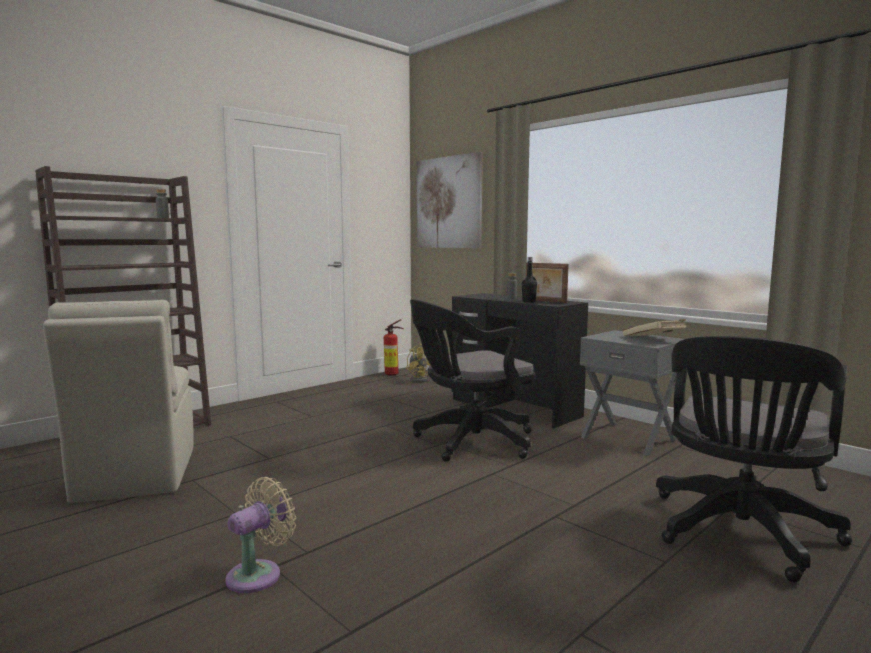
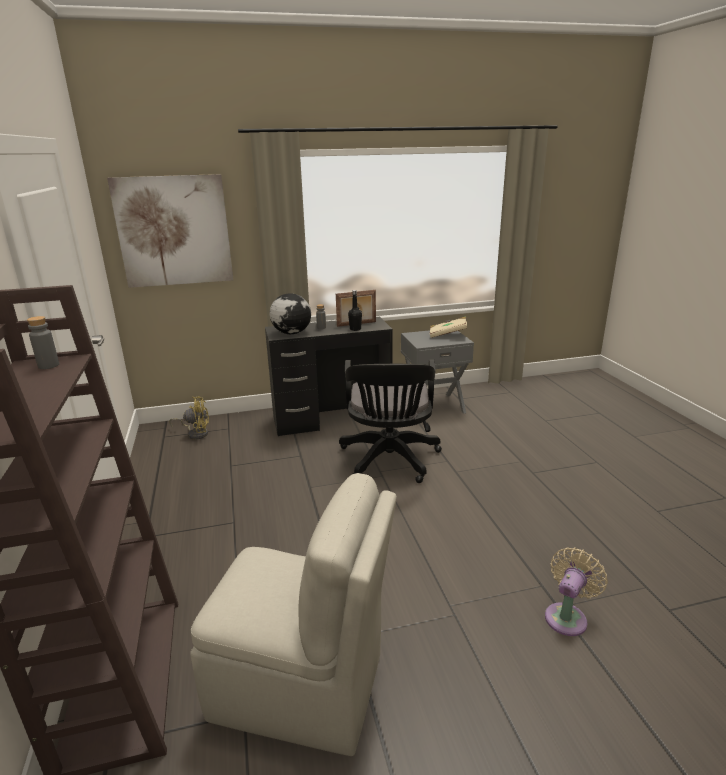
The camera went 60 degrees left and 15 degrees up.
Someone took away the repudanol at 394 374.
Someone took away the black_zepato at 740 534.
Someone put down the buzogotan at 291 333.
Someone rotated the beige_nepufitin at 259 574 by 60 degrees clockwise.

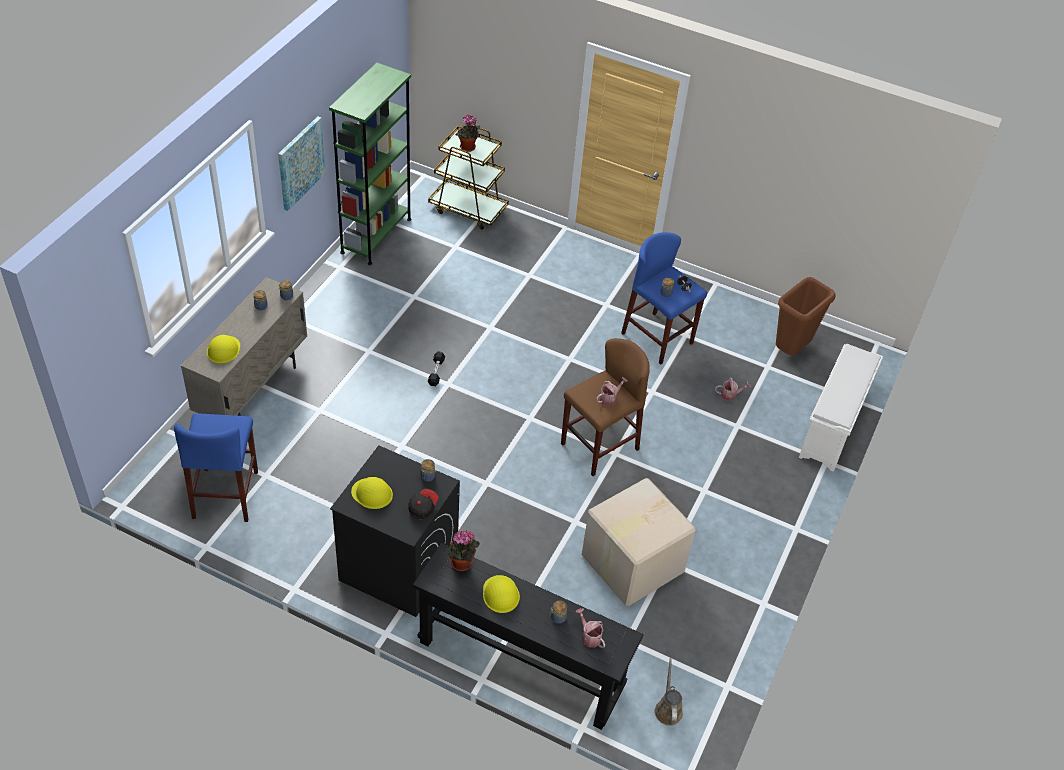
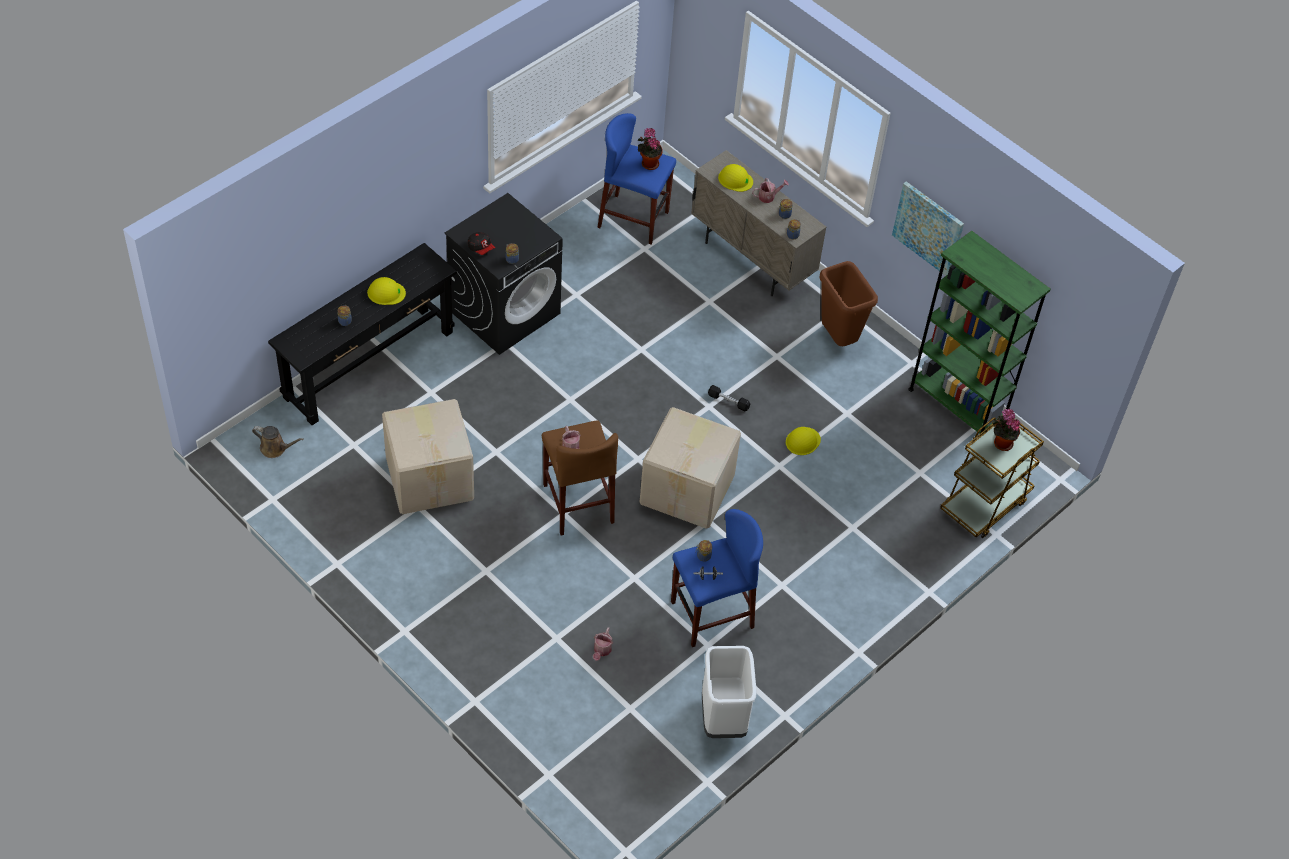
The camera went 110 degrees right and 5 degrees up.
Someone took away the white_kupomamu at 832 429.
Someone put down the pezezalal at 688 489.
Someone put down the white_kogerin at 723 718.
Someone carried the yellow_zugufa from 372 493 to 802 441.
Someone carried the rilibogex from 460 565 to 648 163.
Someone carried the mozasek from 589 636 to 768 196.
Someone carried the brown_kogerin from 790 350 to 839 338.

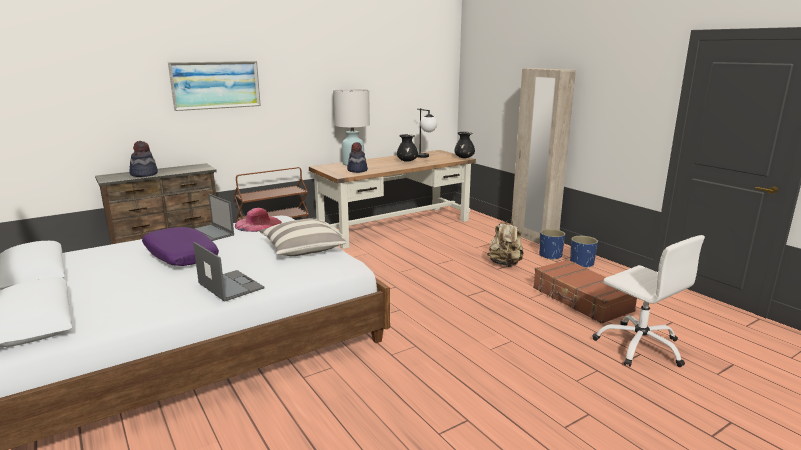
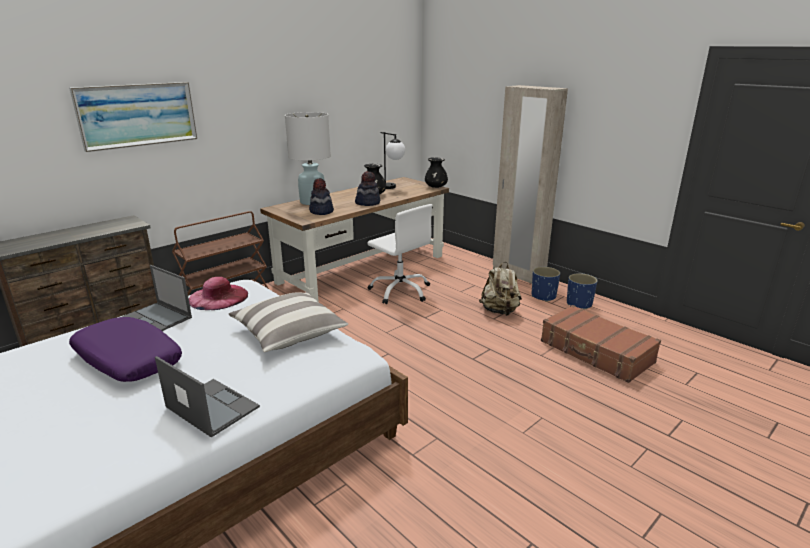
The camera went 10 degrees left and 5 degrees up.
Someone carried the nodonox from 144 174 to 368 203.
Someone carried the white_zepato from 639 346 to 400 291.

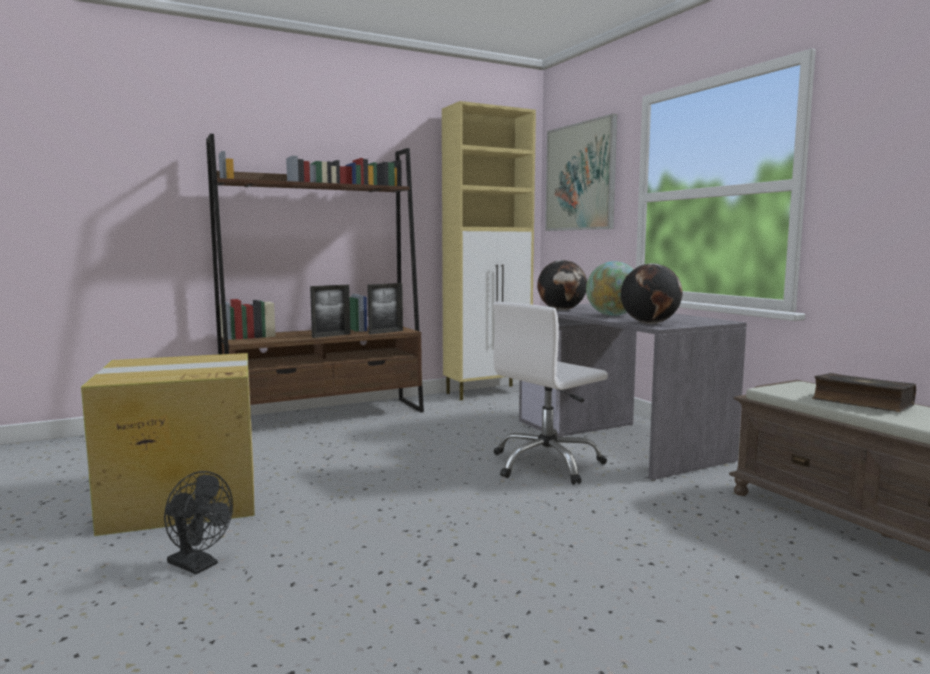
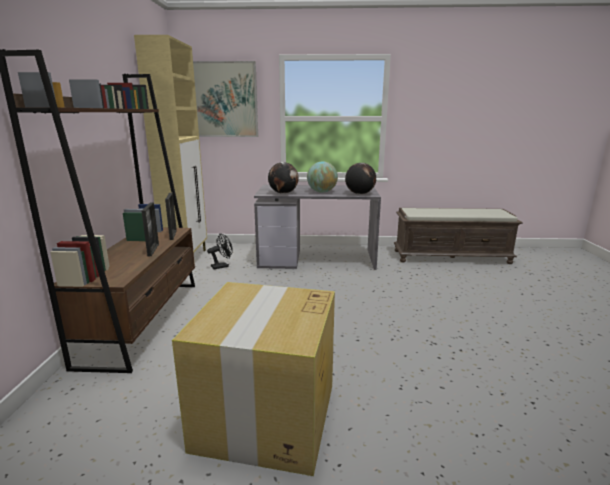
The camera went 60 degrees left and 10 degrees up.
Someone took away the white_zepato at 547 464.
Someone took away the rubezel at 861 402.
Someone carried the black_nepufitin from 198 565 to 222 266.

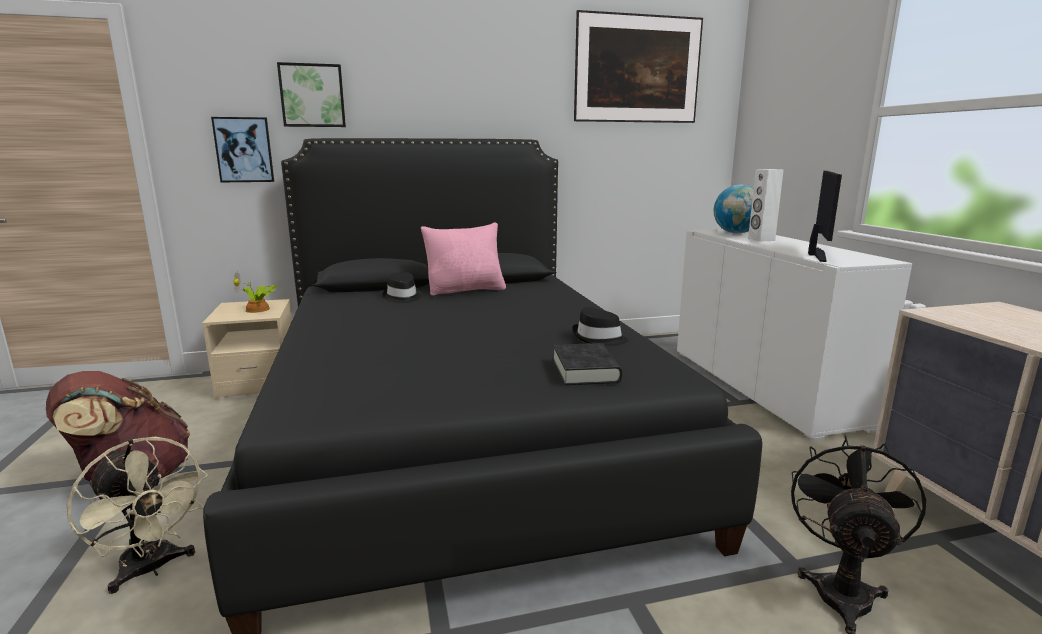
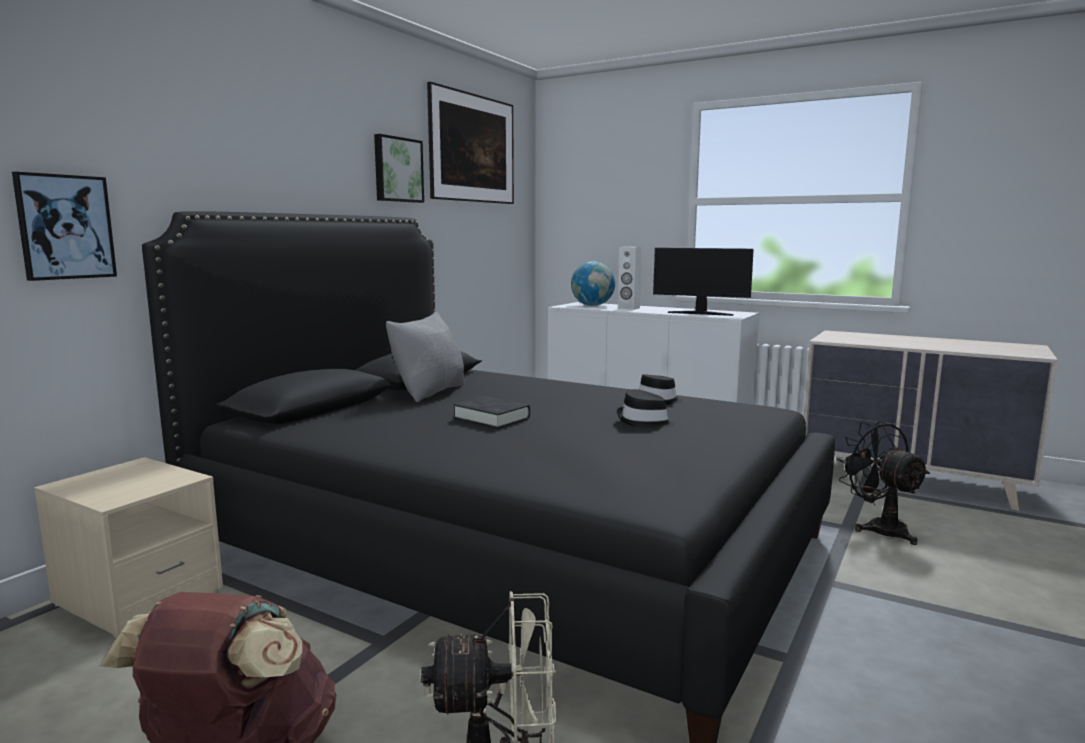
The camera went 45 degrees left and 5 degrees down.
Someone took away the rilibogex at 259 309.
Someone carried the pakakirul from 312 96 to 397 170.
Someone carried the black_nodonox from 402 297 to 644 422.
Someone carried the black_rubezel from 585 370 to 491 418.
Someone repainted the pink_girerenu at 466 290, which became the grey_girerenu at 430 392.
Someone rotated the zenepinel at 816 254 by 135 degrees clockwise.

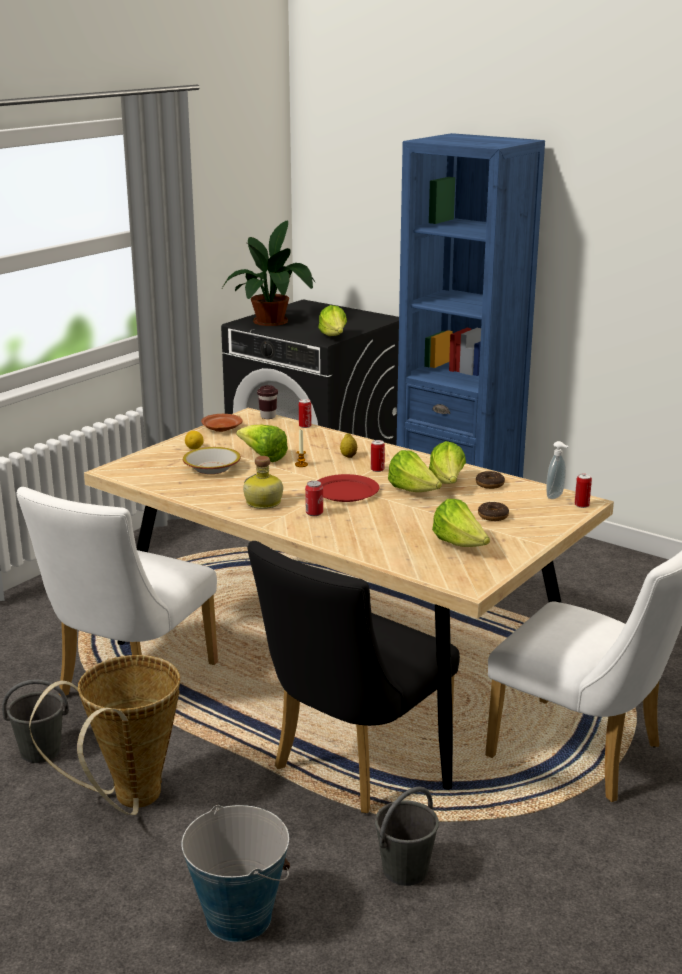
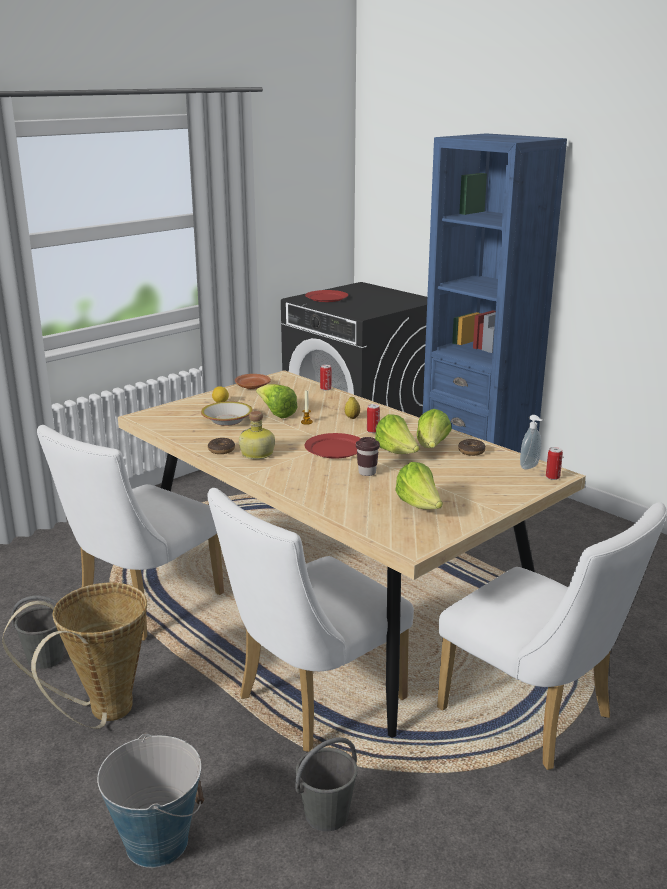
The camera went 10 degrees right and 0 degrees up.
Someone took away the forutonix at 314 513.
Someone took away the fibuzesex at 334 337.
Someone carried the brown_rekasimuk from 268 417 to 367 472.
Someone carried the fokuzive from 493 516 to 221 450.
Someone swapped the rilibogex at 273 321 for the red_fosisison at 326 298.
Someone repainted the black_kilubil at 352 765, which became the white_kilubil at 311 702.

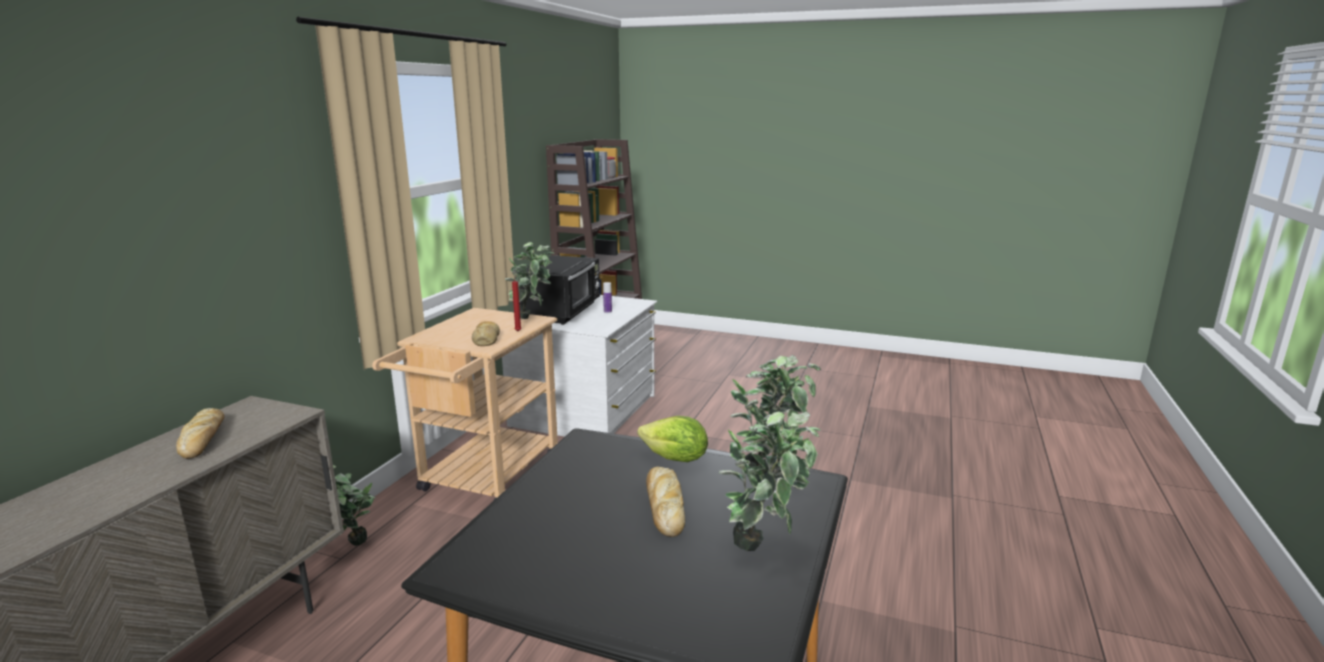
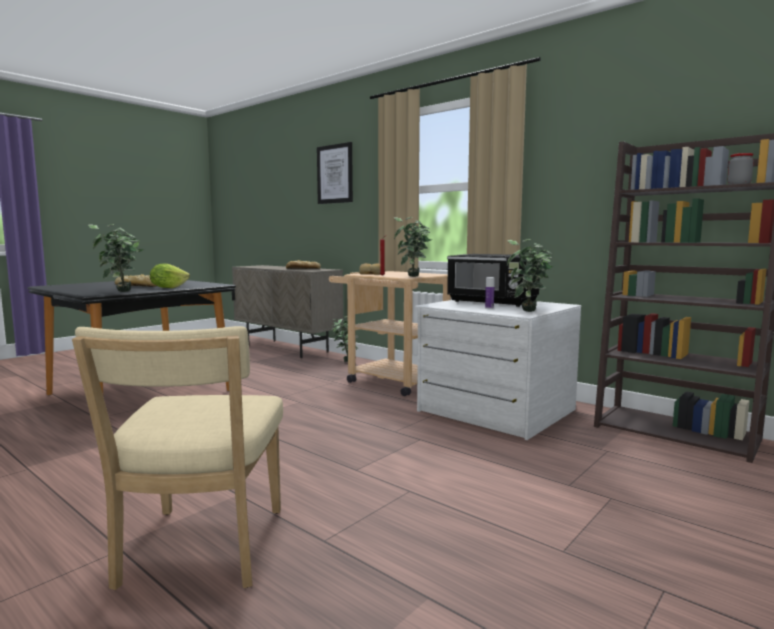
The camera went 110 degrees right and 10 degrees down.
Someone put down the beige_kilubil at 200 552.
Someone put up the pakakirul at 335 174.
Someone carried the rilibogex from 766 545 to 528 312.

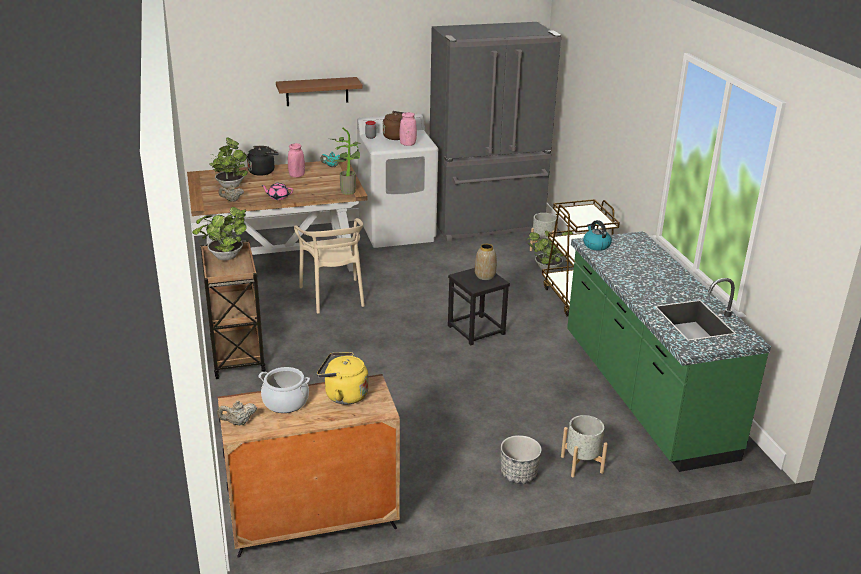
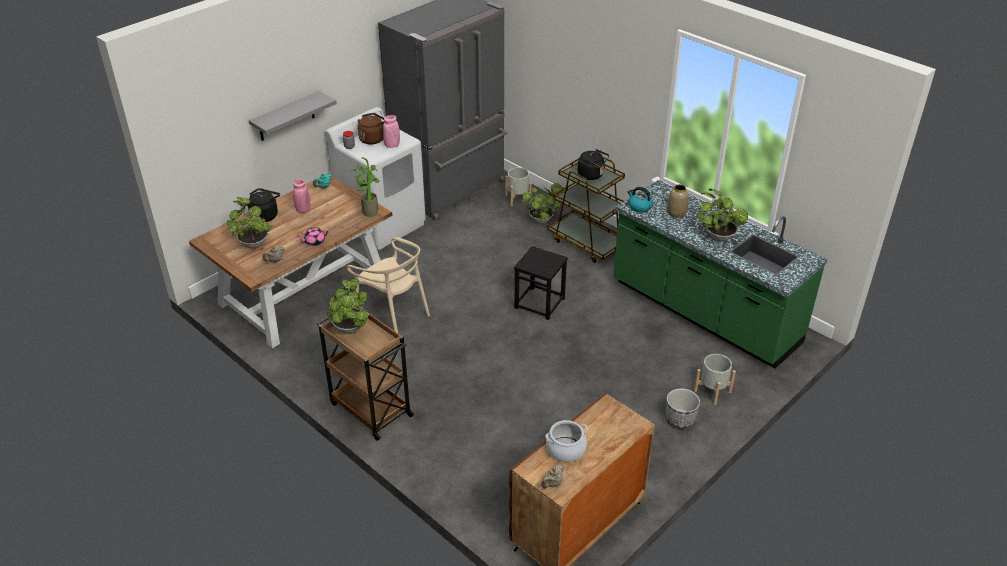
The camera went 30 degrees left and 10 degrees up.
Someone took away the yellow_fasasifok at 343 395.
Someone put down the black_fasasifok at 592 175.
Someone put down the rilibogex at 718 236.
Someone carried the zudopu from 485 276 to 676 213.
Someone repainted the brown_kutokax at 317 91, which became the grey_kutokax at 286 117.

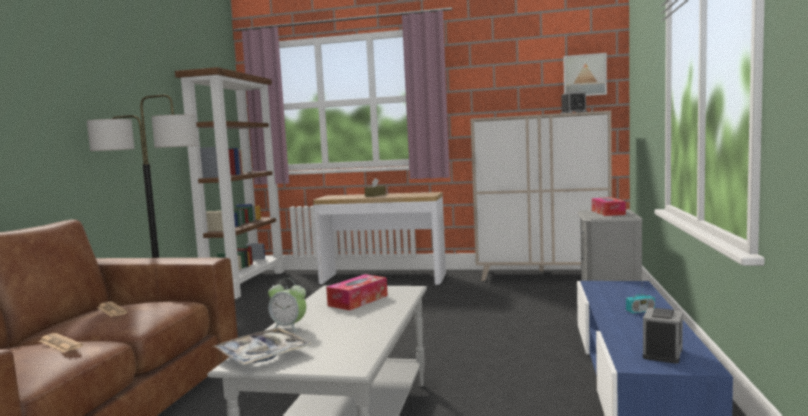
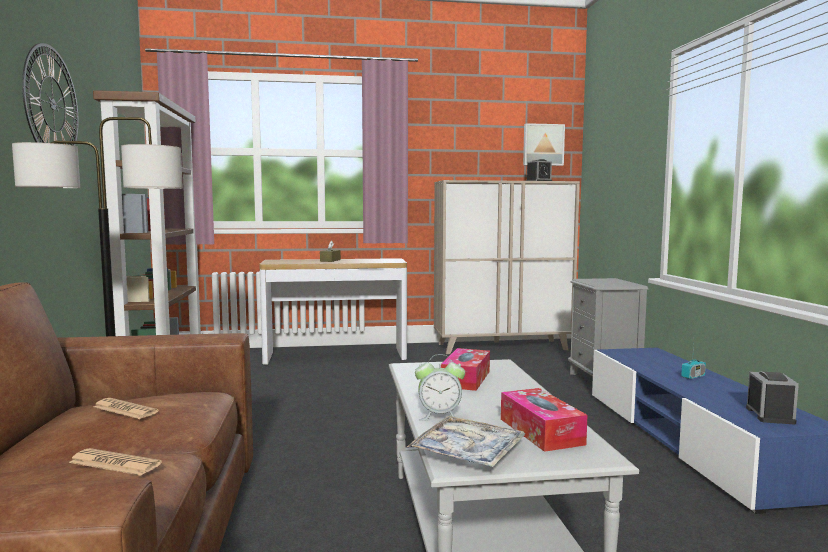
The camera went 20 degrees left and 0 degrees up.
Someone put up the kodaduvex at 52 104.
Someone carried the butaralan from 608 212 to 541 431.

